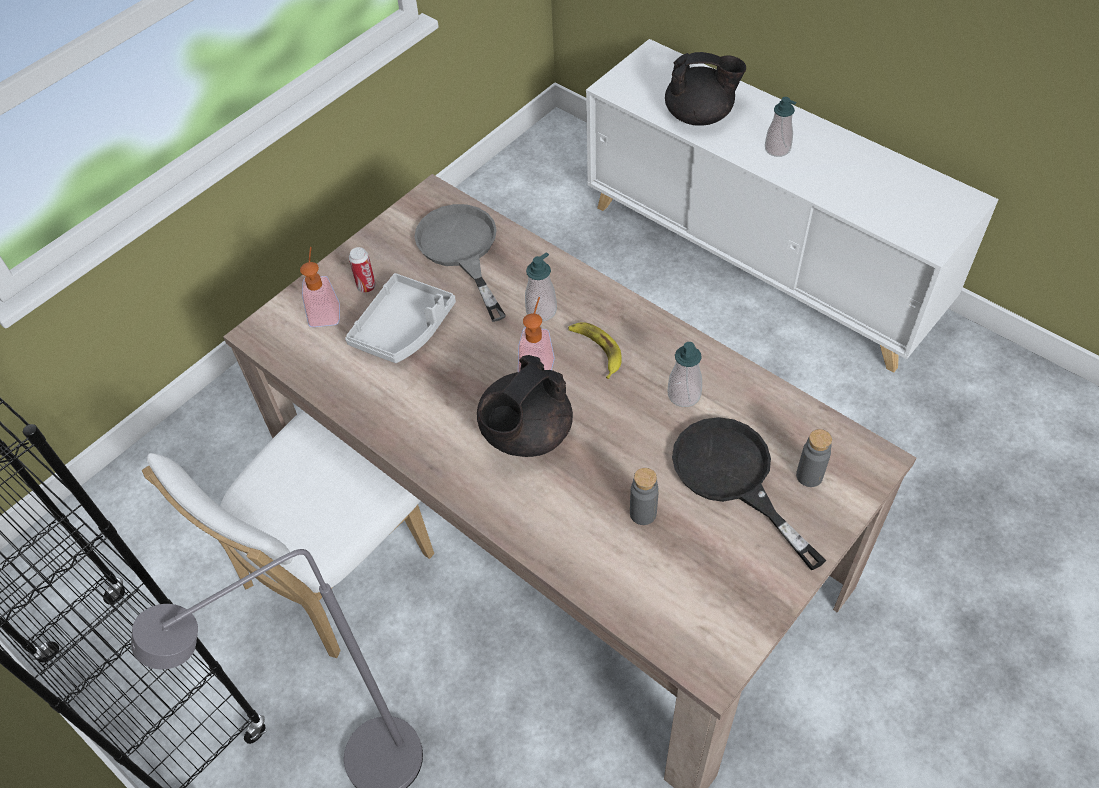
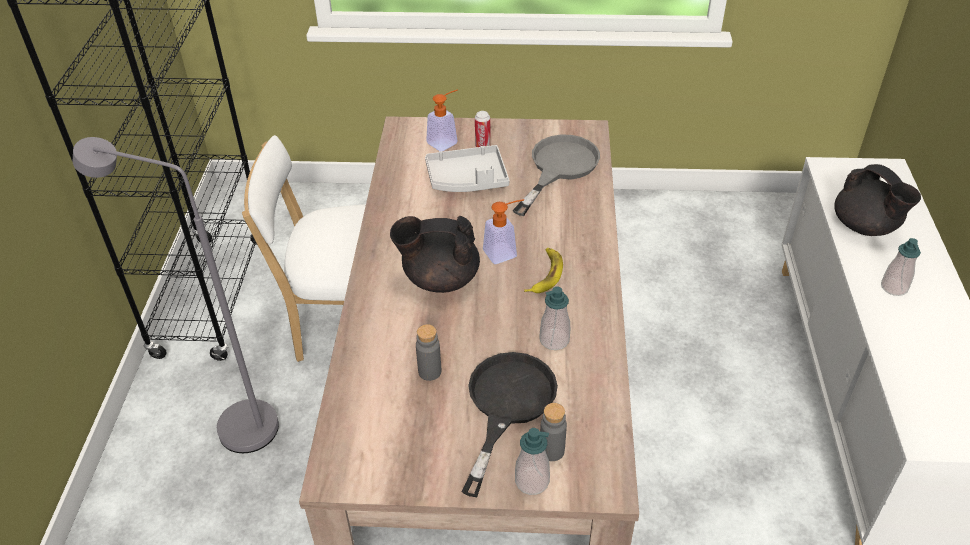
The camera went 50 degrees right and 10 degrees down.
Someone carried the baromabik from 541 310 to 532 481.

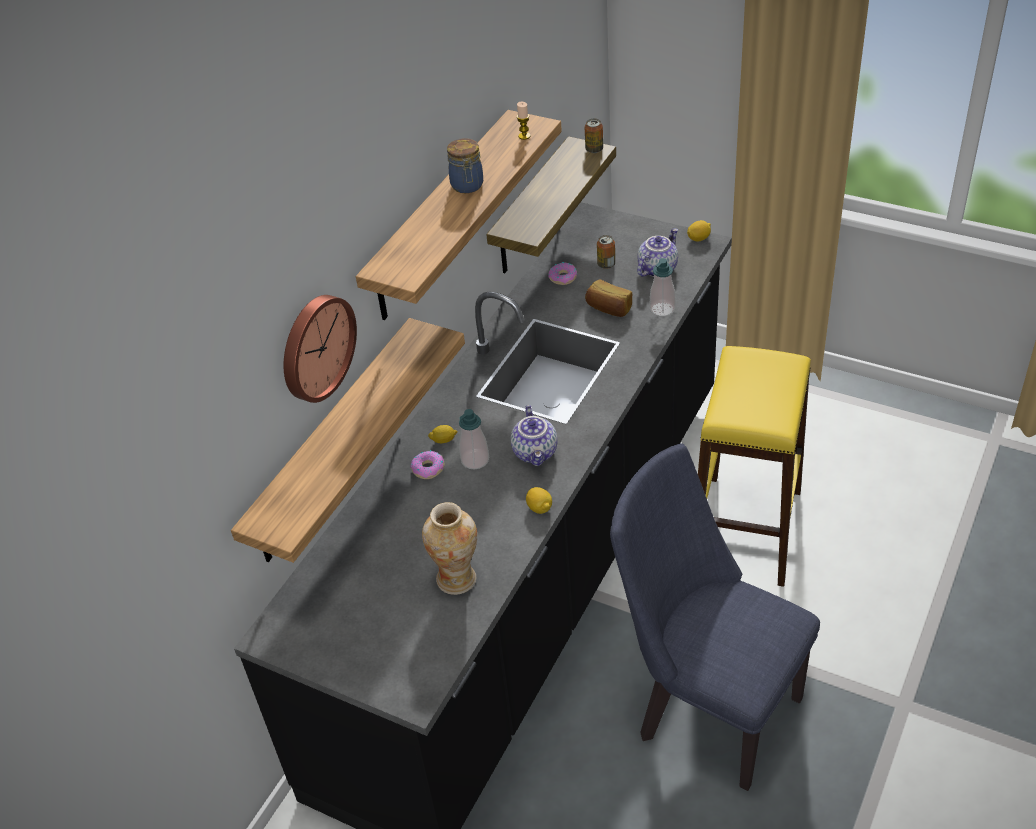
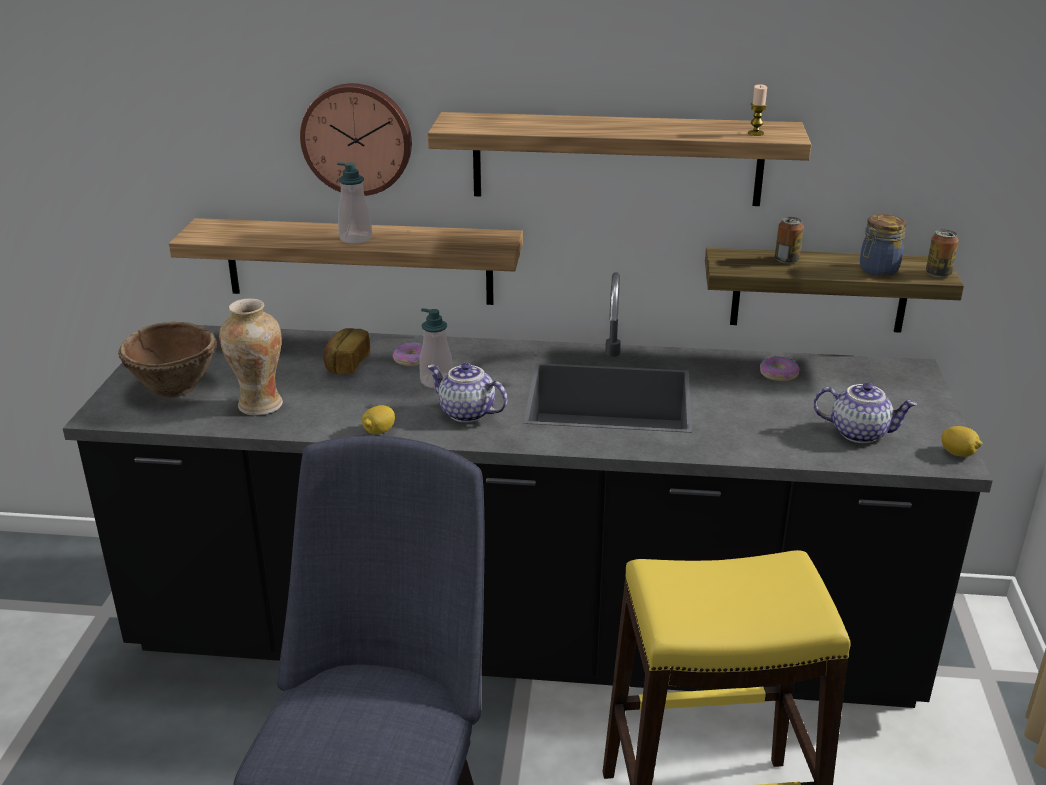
The camera went 65 degrees right and 15 degrees down.
Someone took away the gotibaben at 444 440.
Someone put down the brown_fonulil at 176 387.
Someone carried the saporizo from 467 186 to 877 270.
Someone carried the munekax from 608 309 to 346 364.
Someone carried the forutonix from 606 264 to 786 260.
Someone carried the baromabik from 662 308 to 355 238.
Someone rotated the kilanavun at 536 452 by 60 degrees clockwise.

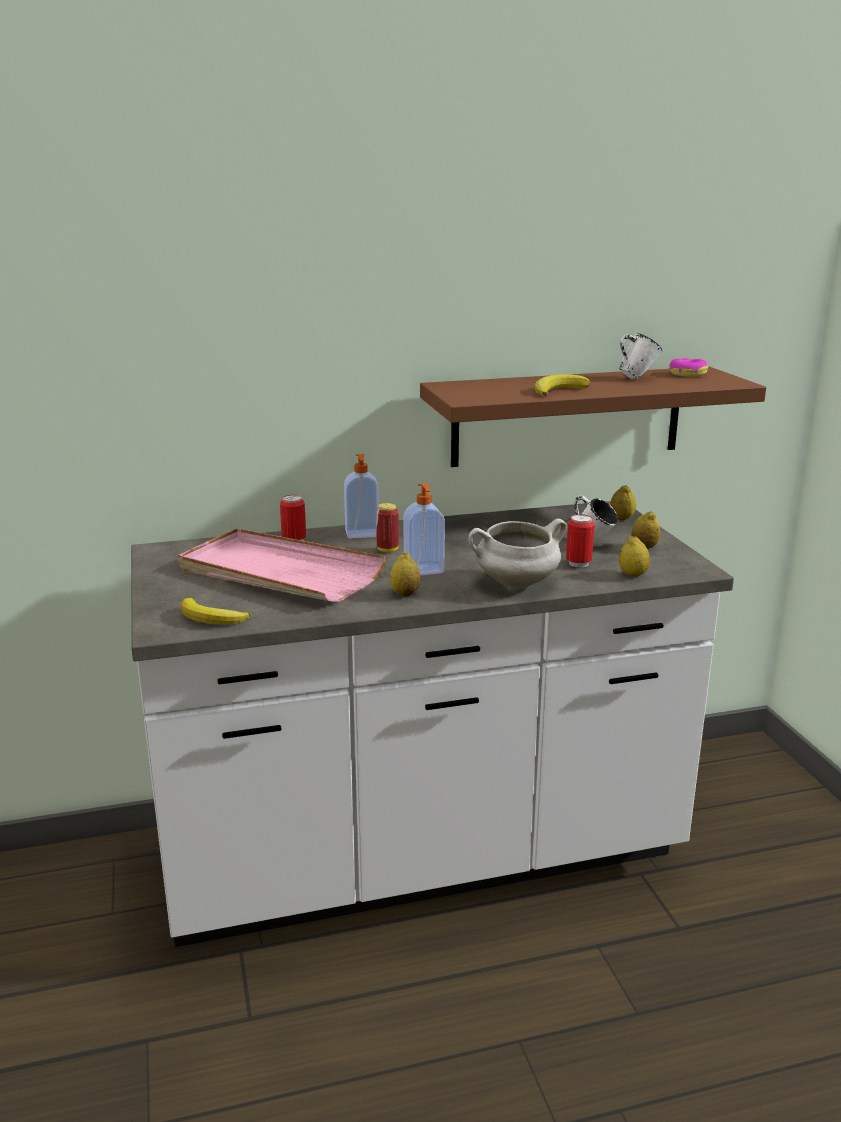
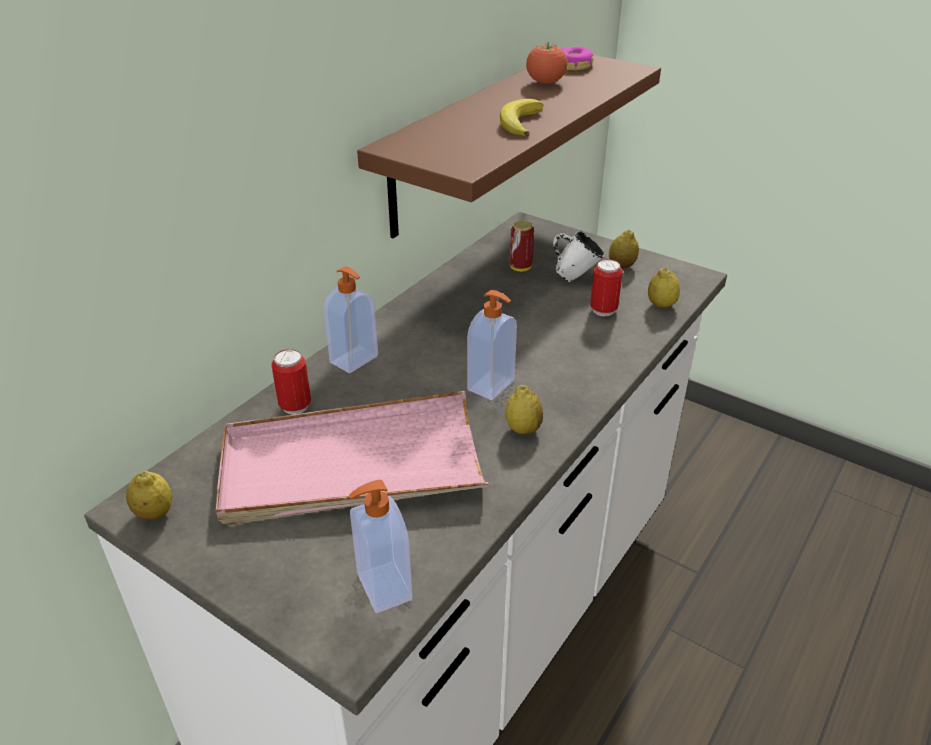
The camera went 40 degrees left and 15 degrees up.
Someone took away the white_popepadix at 516 584.
Someone carried the forutonix from 387 550 to 520 268.
Someone carried the gotibaben from 622 518 to 154 513.
Someone swapped the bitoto at 211 618 for the baromabik at 382 588.
Someone swapped the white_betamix at 637 378 for the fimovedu at 545 82.

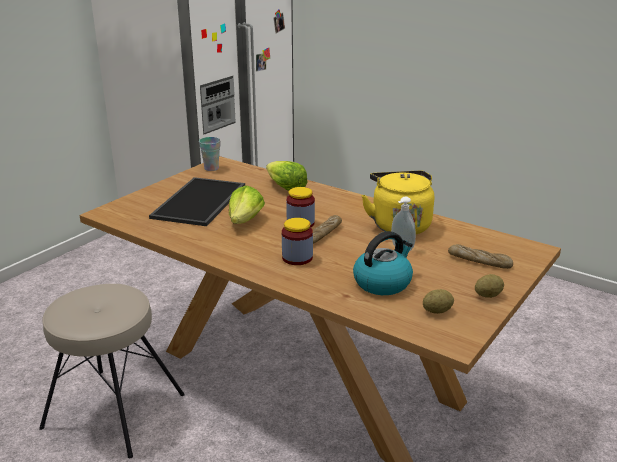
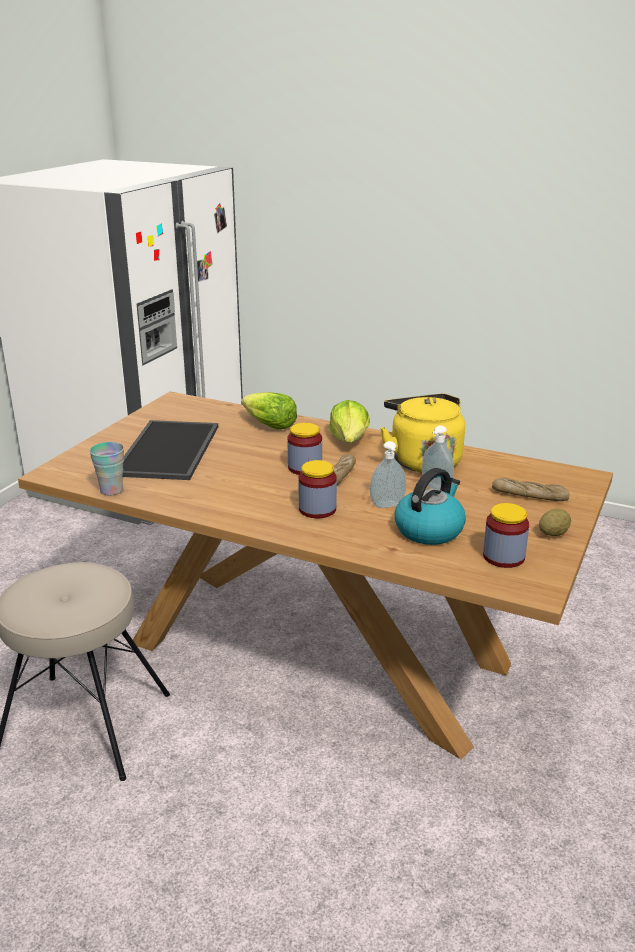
The camera went 10 degrees left and 0 degrees up.
Someone put down the baromabik at 388 506.
Someone carried the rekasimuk from 211 168 to 111 490.
Someone carried the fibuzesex from 245 221 to 349 440.
Someone swapped the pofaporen at 437 311 for the saporizo at 503 557.

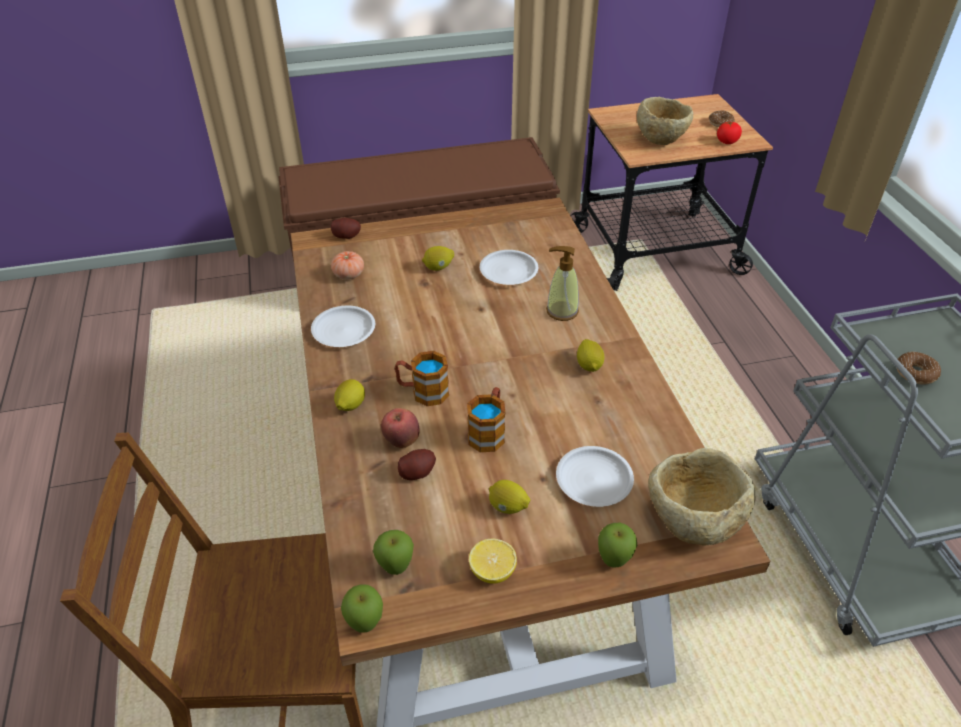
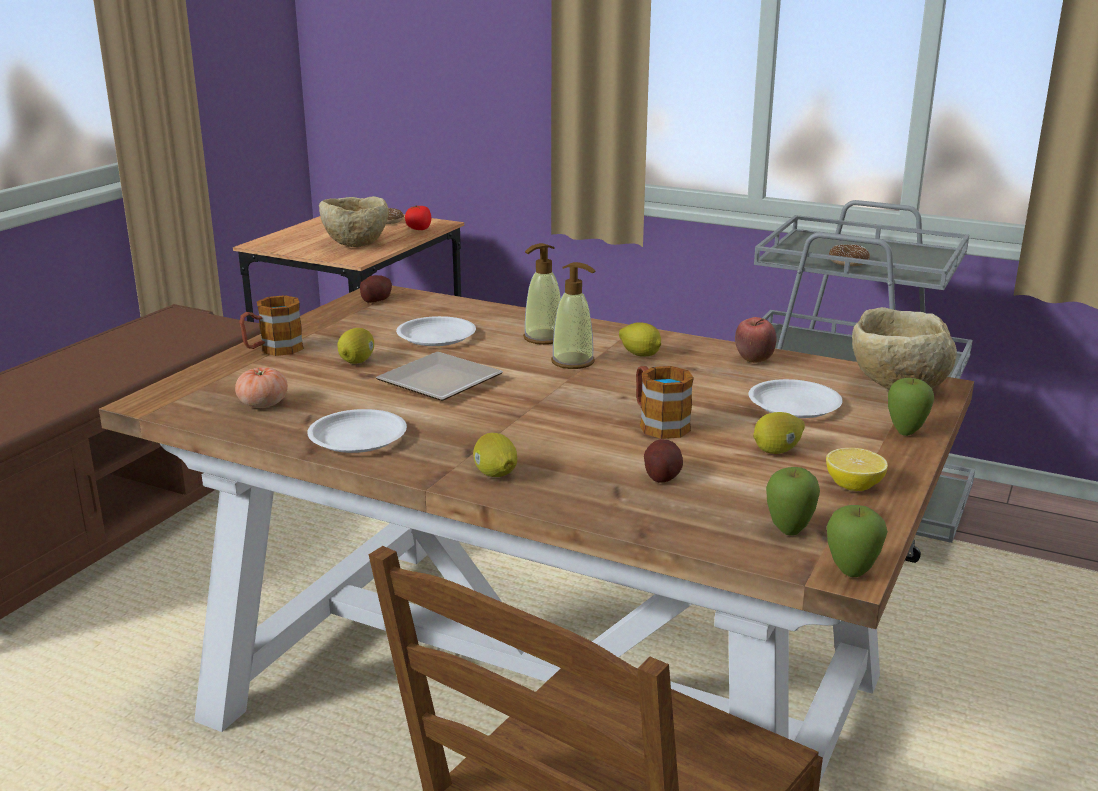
The camera went 50 degrees left and 20 degrees down.
Someone put down the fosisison at 439 380.
Someone put down the baromabik at 573 362.
Someone carried the pofaporen from 347 236 to 376 300.
Someone carried the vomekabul from 401 441 to 754 360.
Someone carried the betamix from 423 392 to 273 350.

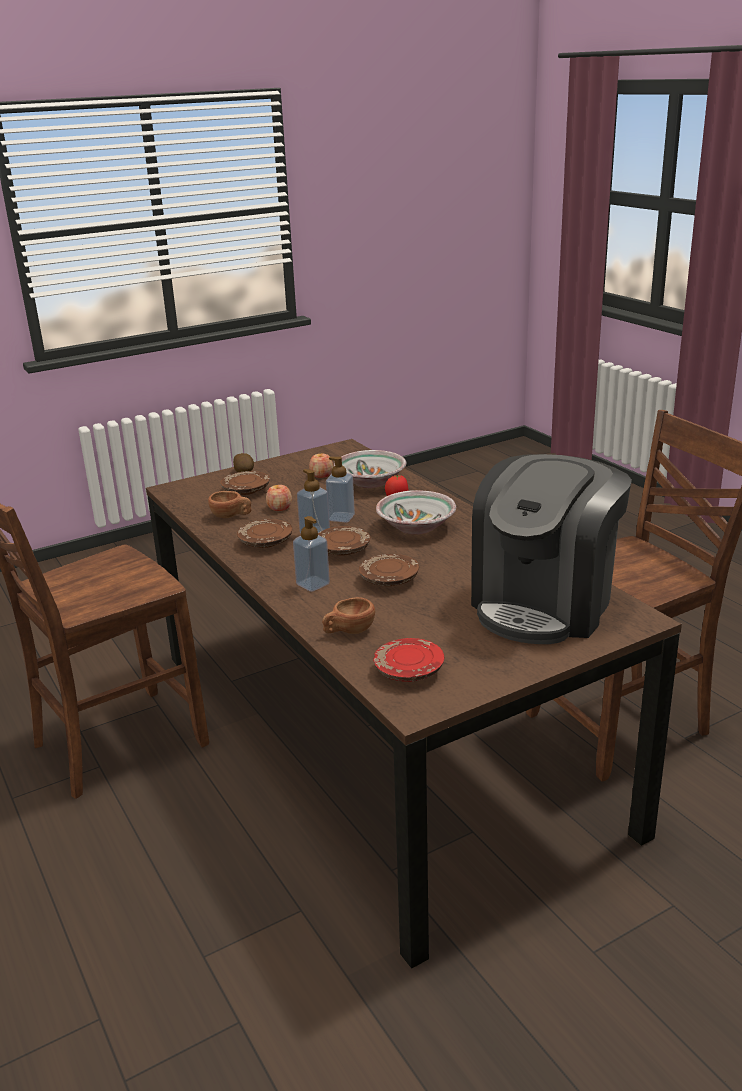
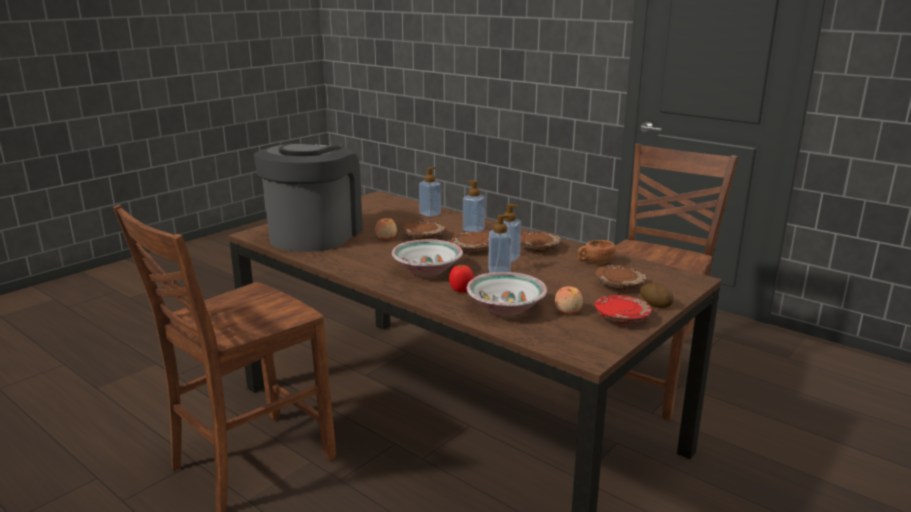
The camera went 160 degrees right and 5 degrees down.
Someone carried the vomekabul from 279 508 to 386 237.
Someone carried the red_fosisison from 409 671 to 621 318.
Someone swapped the brown_rekasimuk at 349 631 for the baromabik at 430 214.

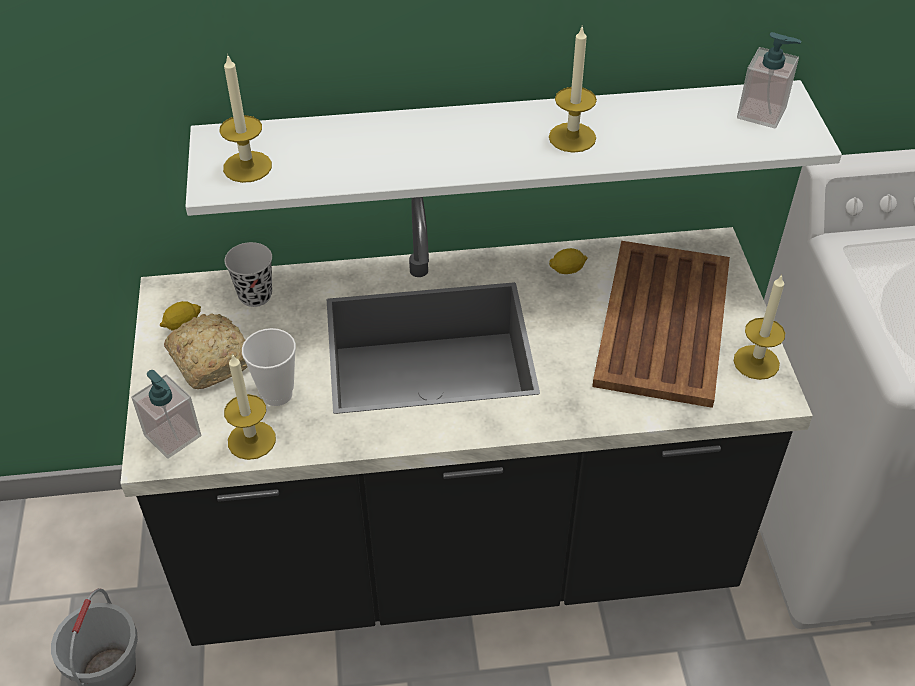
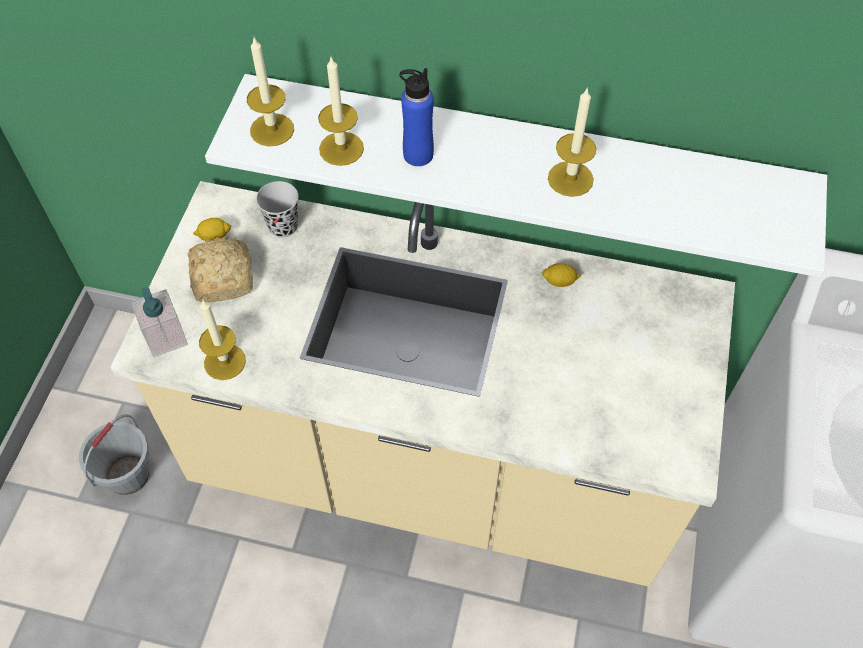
The camera went 20 degrees right and 10 degrees up.
Someone took away the rekasimuk at 277 394.
Someone took away the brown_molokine at 662 324.
Someone took away the baromabik at 762 113.
Someone put down the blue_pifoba at 418 155.
Someone carried the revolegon from 756 362 to 341 148.
Someone repainted the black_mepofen at 458 552, which became the beige_mepofen at 431 469.

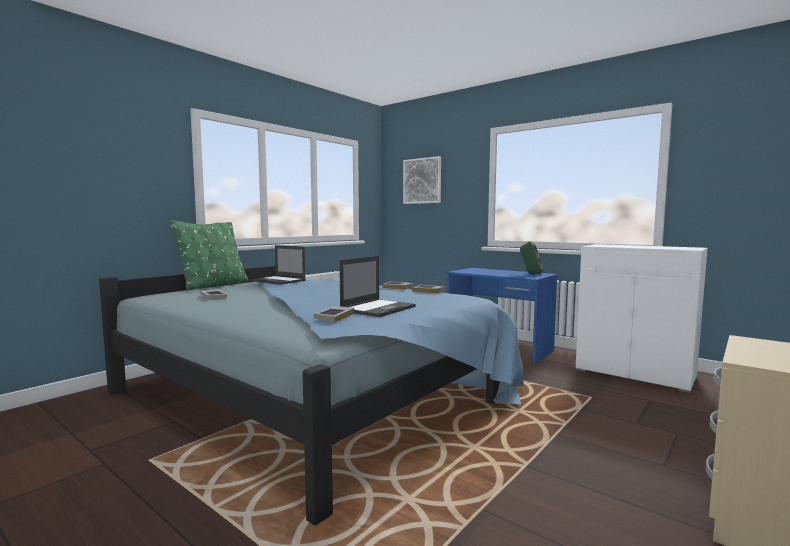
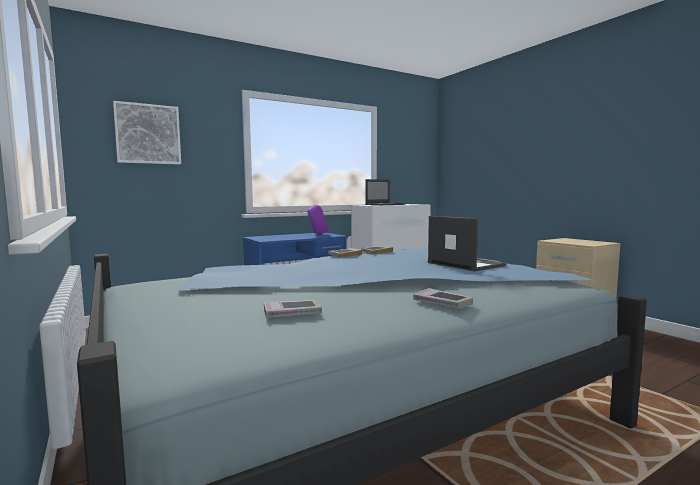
The camera went 70 degrees left and 0 degrees up.
Someone took away the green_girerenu at 213 285.
Someone carried the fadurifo from 279 281 to 385 204.
Someone carried the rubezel from 334 317 to 442 303.
Someone repainted the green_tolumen at 530 274, which became the purple_tolumen at 317 234.

